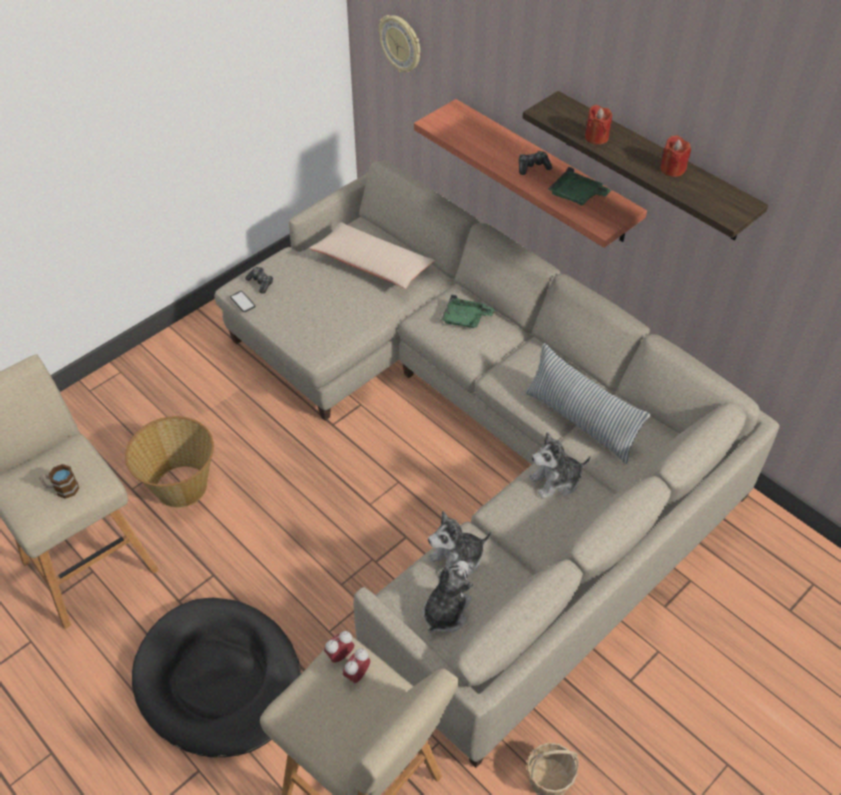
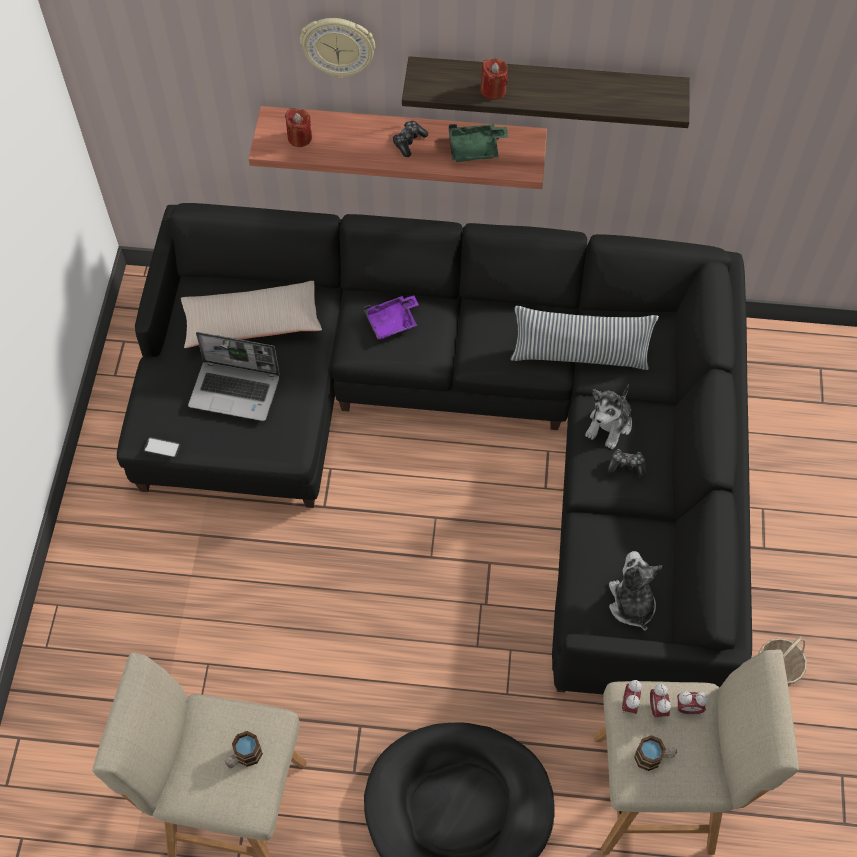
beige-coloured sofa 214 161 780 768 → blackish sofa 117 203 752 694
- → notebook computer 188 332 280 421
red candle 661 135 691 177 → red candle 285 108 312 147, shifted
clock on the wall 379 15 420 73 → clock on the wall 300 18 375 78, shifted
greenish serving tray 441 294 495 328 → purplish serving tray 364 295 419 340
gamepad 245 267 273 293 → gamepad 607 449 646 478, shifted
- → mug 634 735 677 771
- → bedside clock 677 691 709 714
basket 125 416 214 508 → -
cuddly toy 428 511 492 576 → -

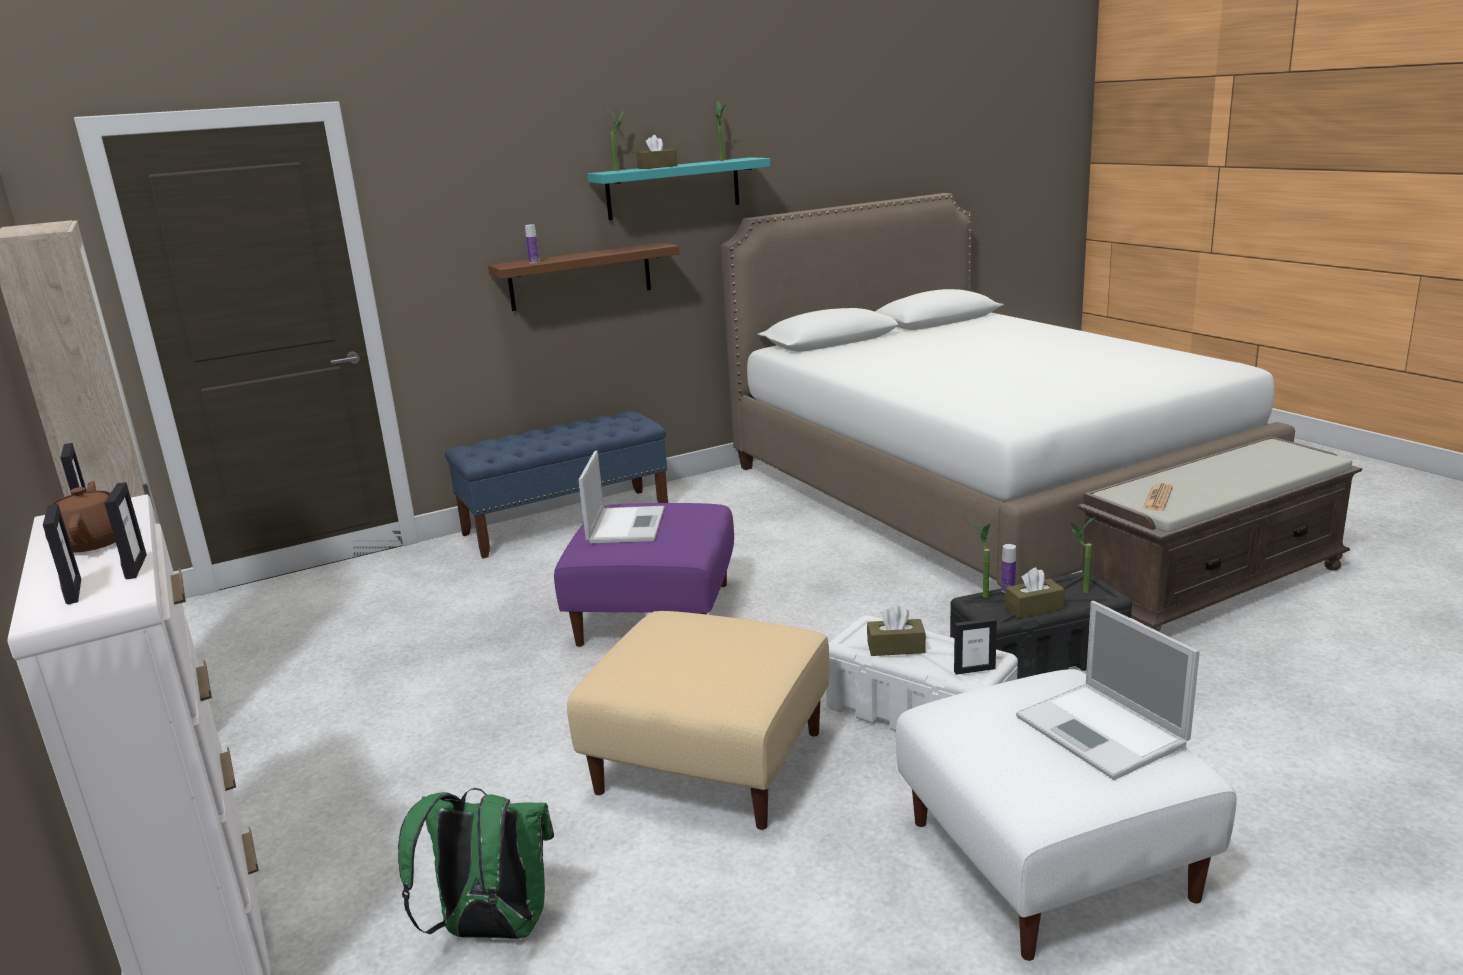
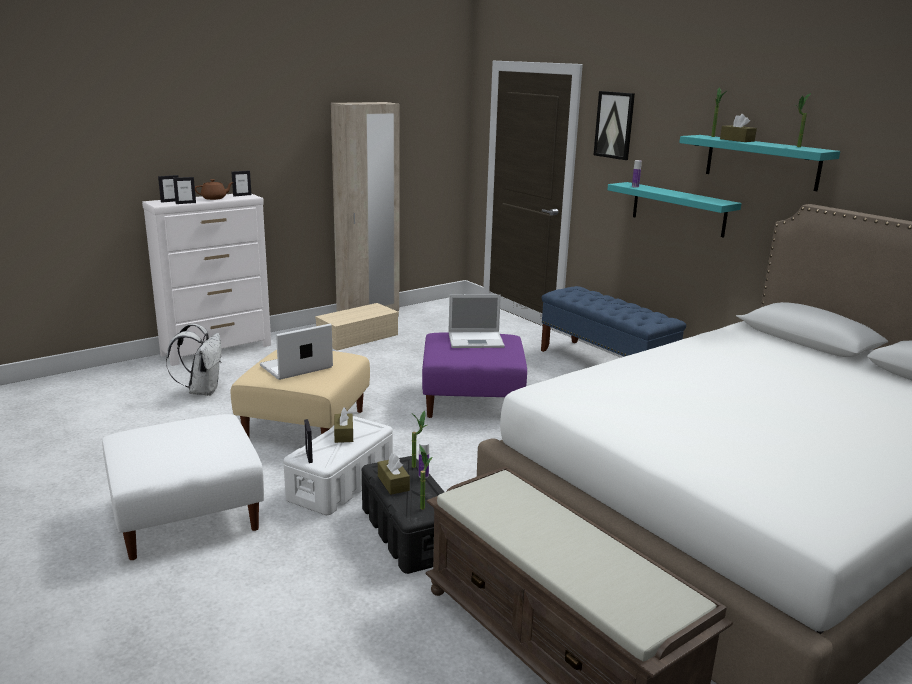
greenish rucksack 398 788 554 939 → white-coloured rucksack 166 324 221 396
notebook computer 1016 601 1200 780 → notebook computer 260 324 333 380, shifted
- → beige-coloured storage container 315 303 399 351
- → picture 594 91 635 160
brown wall shelf 488 242 680 311 → turquoise-coloured wall shelf 607 182 742 238
printed paper 1143 483 1173 511 → -

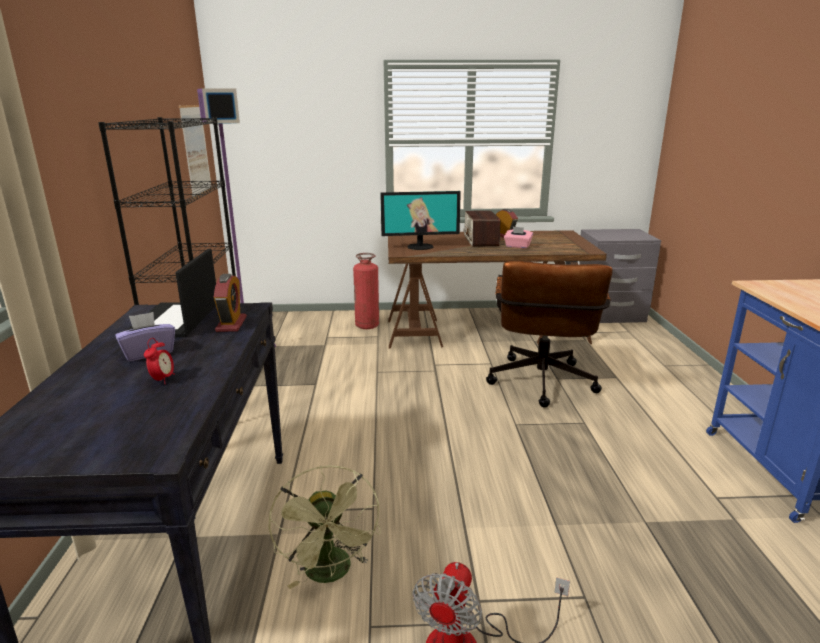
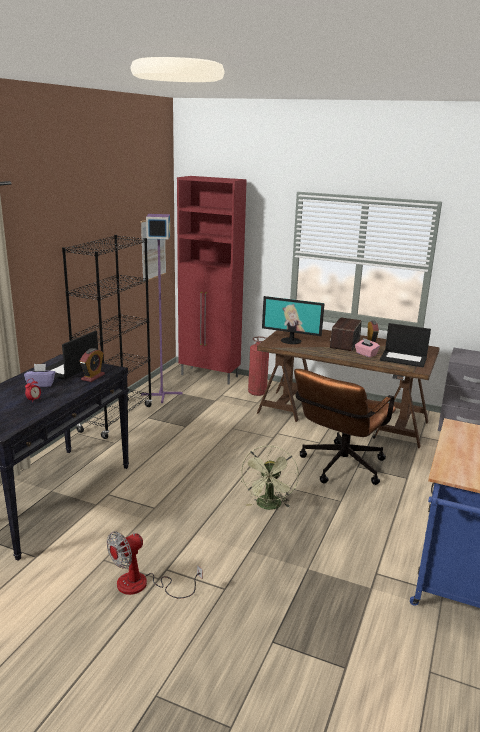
- → red cupboard 177 176 247 385
greenish fan 268 466 381 589 → greenish fan 241 446 299 510, shifted
- → notebook computer 380 323 431 367

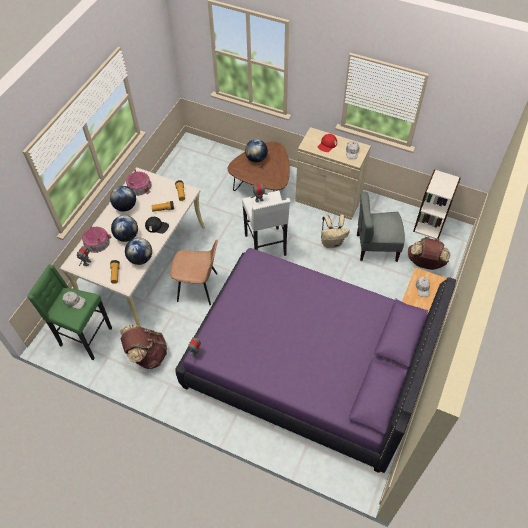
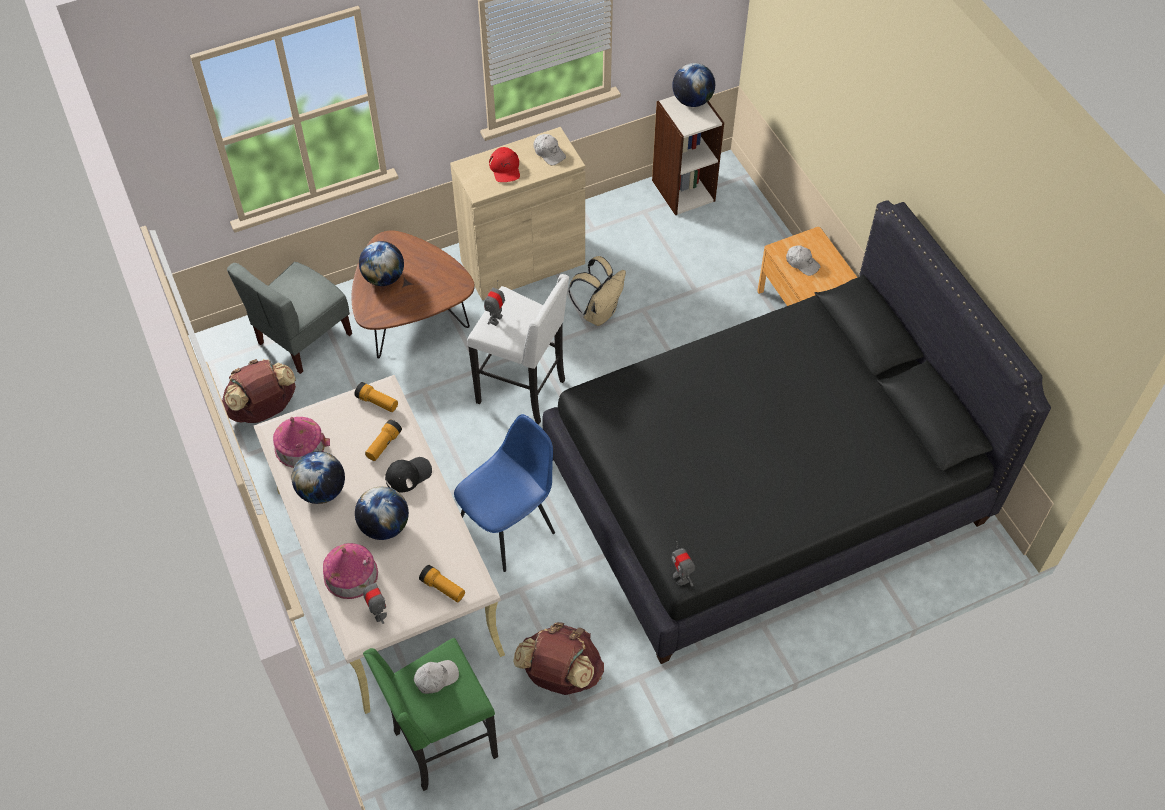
brown rucksack 407 237 450 270 → brown rucksack 222 359 296 423, shifted
grey upright chair 357 191 405 262 → grey upright chair 227 262 352 374, shifted
brown upright chair 170 240 218 306 → blue upright chair 454 414 555 572
purplish sleeping bed 175 248 456 473 → blackish sleeping bed 543 200 1051 664
desk globe 125 238 152 265 → desk globe 672 63 715 107, shifted

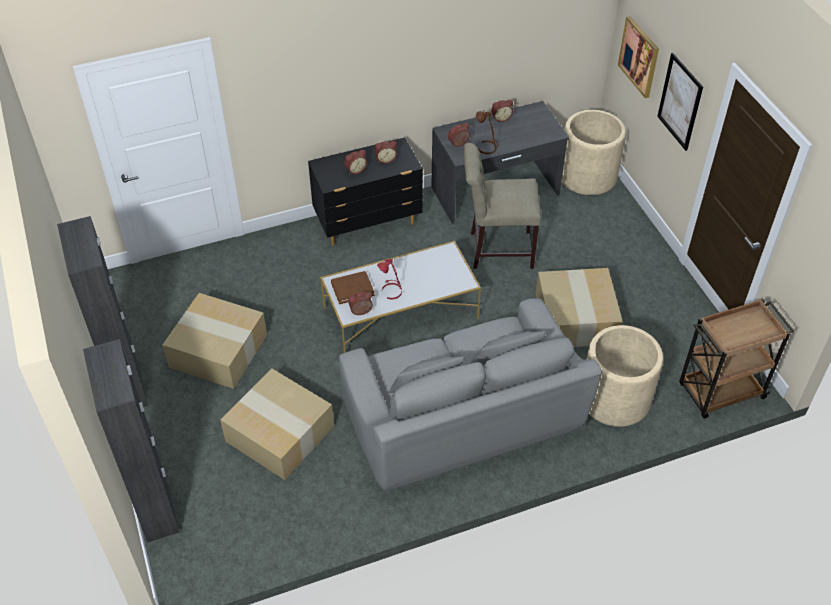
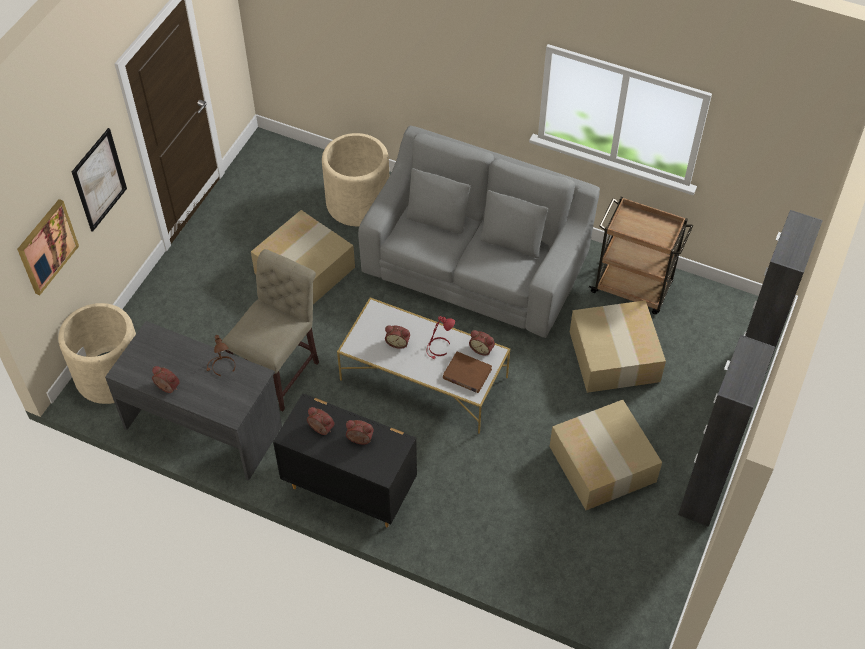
beige-coloured upright chair 464 143 541 269 → beige-coloured upright chair 222 249 319 412, 105 degrees counterclockwise
bedside clock 448 123 470 147 → bedside clock 385 325 410 349, shifted
brown trolley 679 299 794 419 → brown trolley 589 197 693 314, shifted

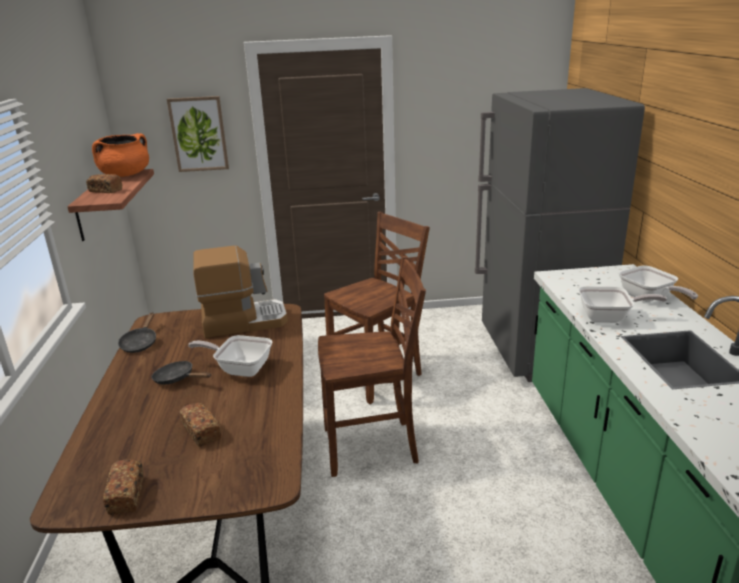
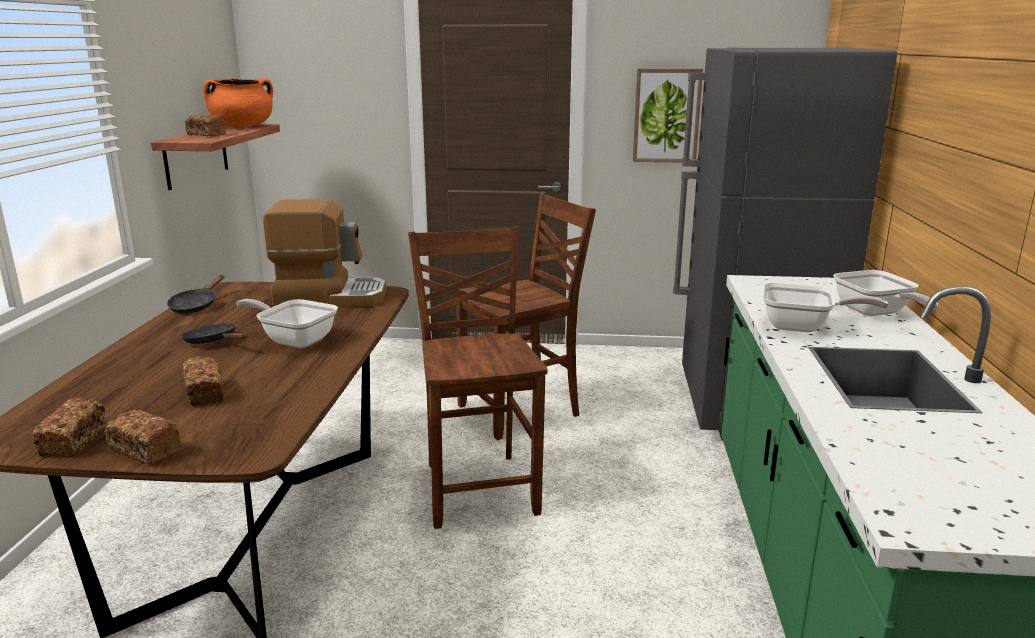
- → baked bread 105 410 181 464
brown upright chair 318 256 426 477 → brown upright chair 408 226 548 529, 105 degrees counterclockwise
picture 167 96 229 172 → picture 633 69 703 163, shifted

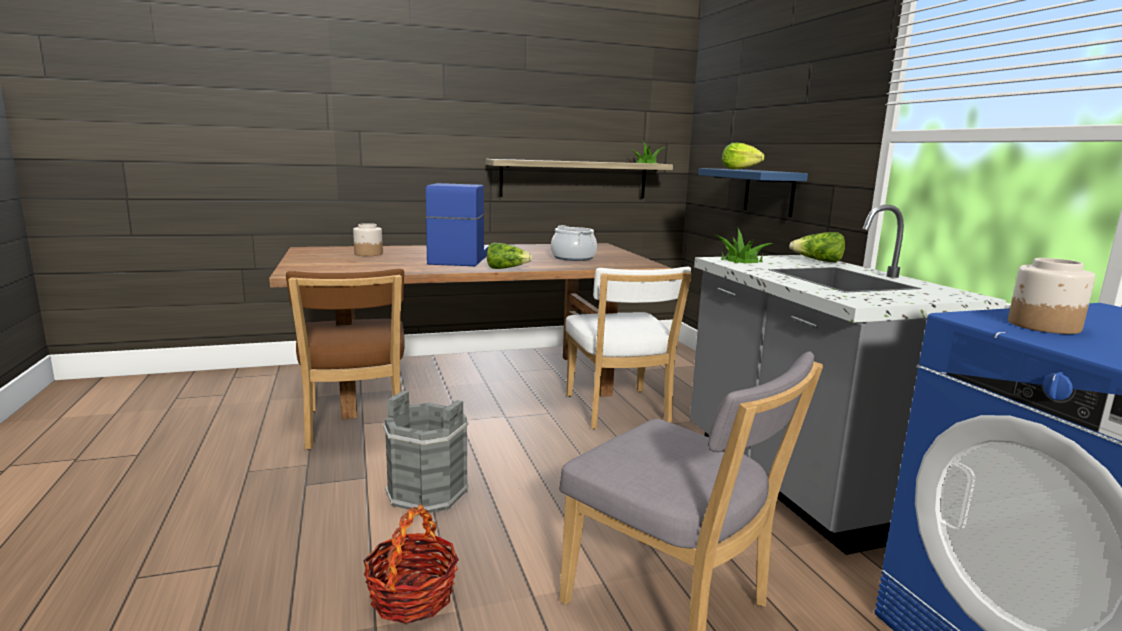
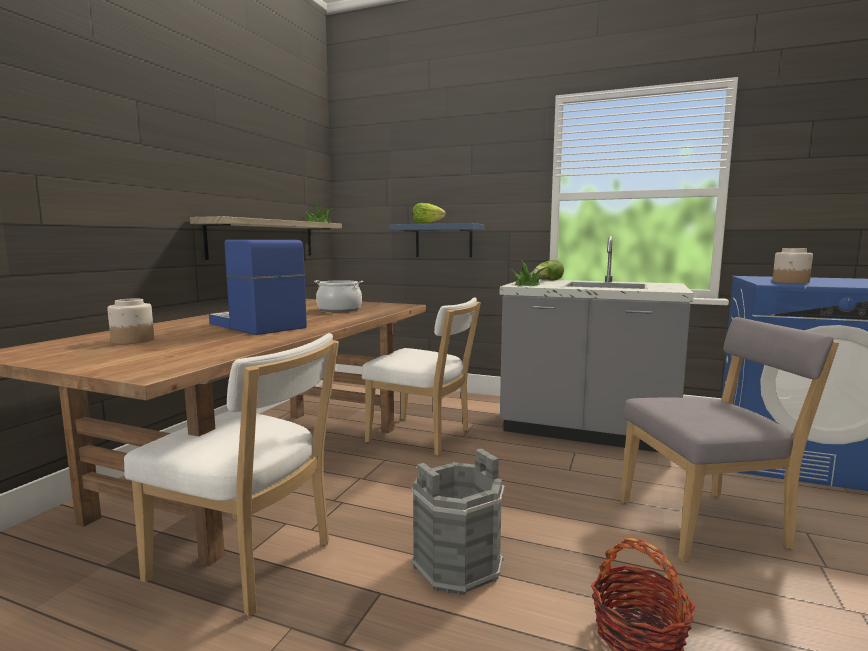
brown upright chair 286 269 405 450 → white-coloured upright chair 124 333 339 617
lettuce head 487 242 533 269 → -

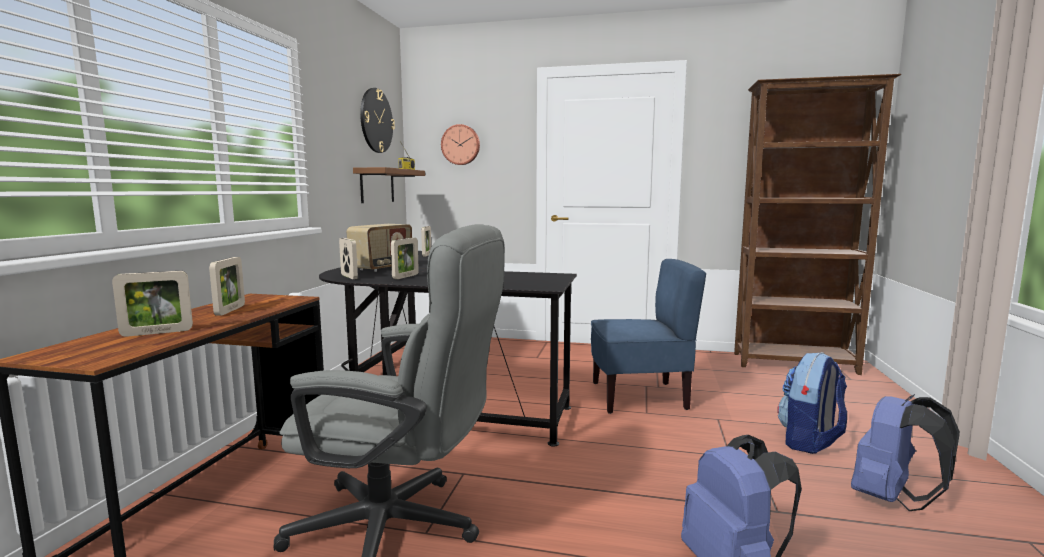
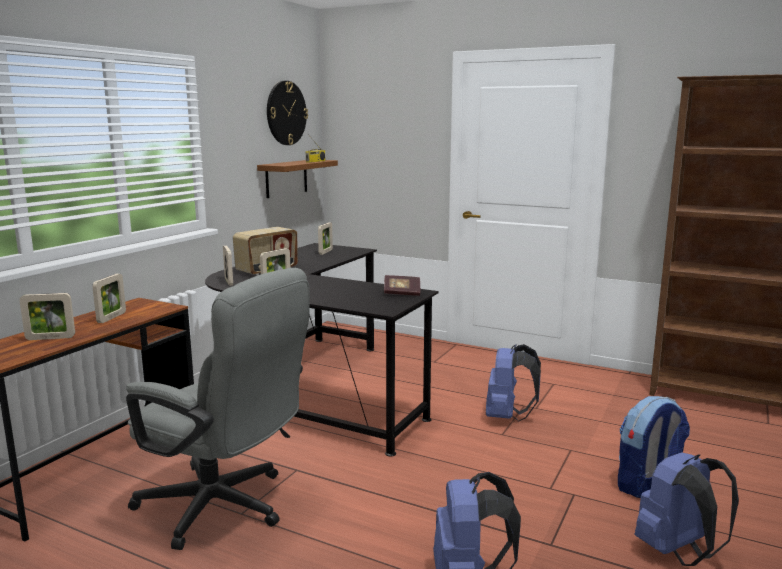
- → volume 384 275 420 296
blue upright chair 591 259 706 414 → blue rucksack 486 344 541 421
clock on the wall 441 124 480 165 → -

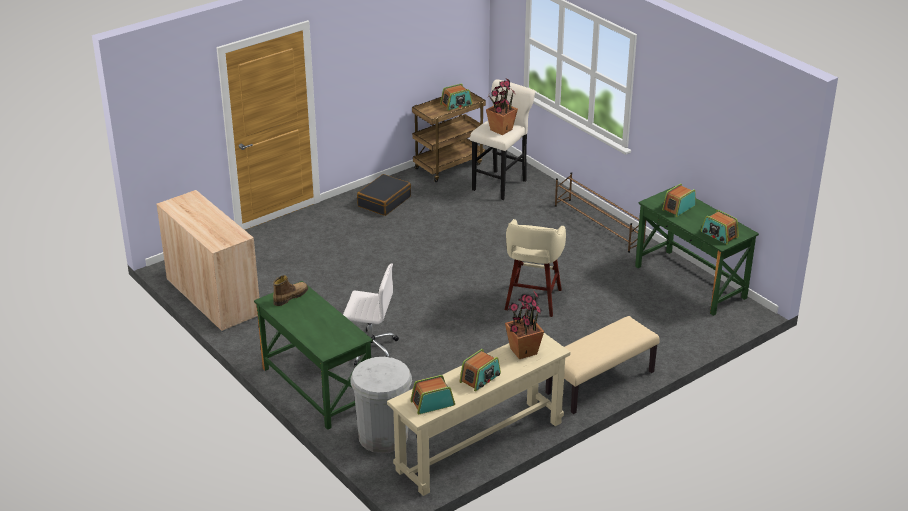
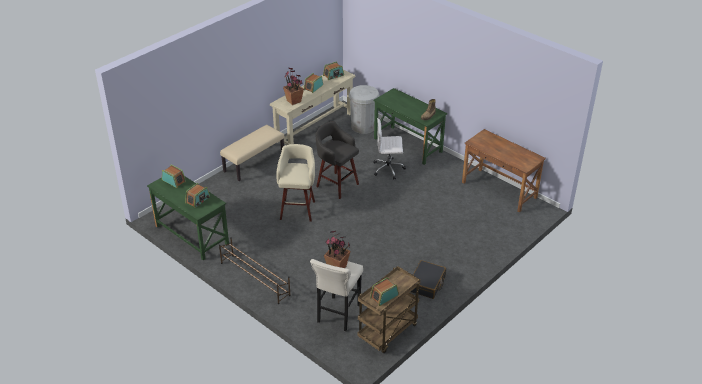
- → grey stool seat 316 121 359 199
beige-coloured cupboard 156 190 259 332 → brown desk unit 462 129 546 212

